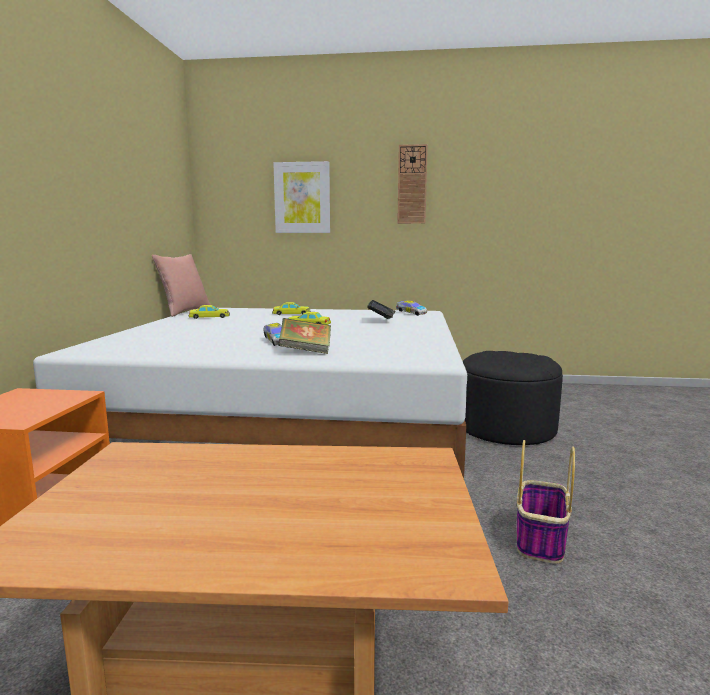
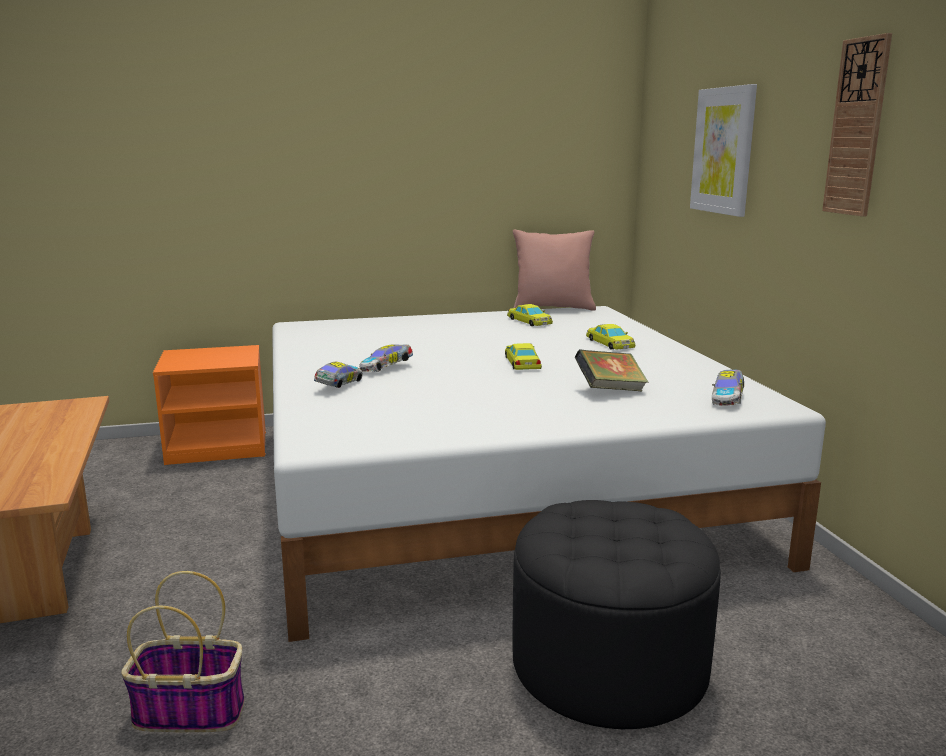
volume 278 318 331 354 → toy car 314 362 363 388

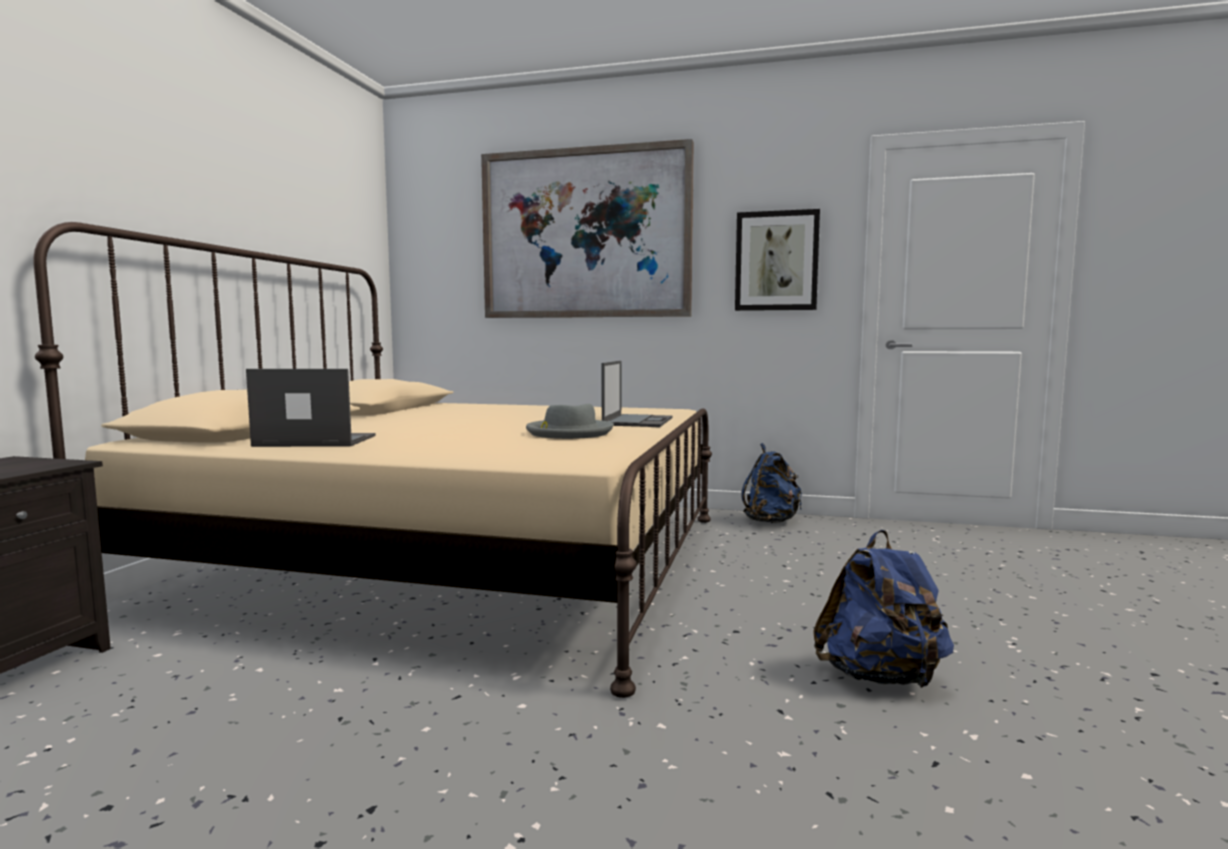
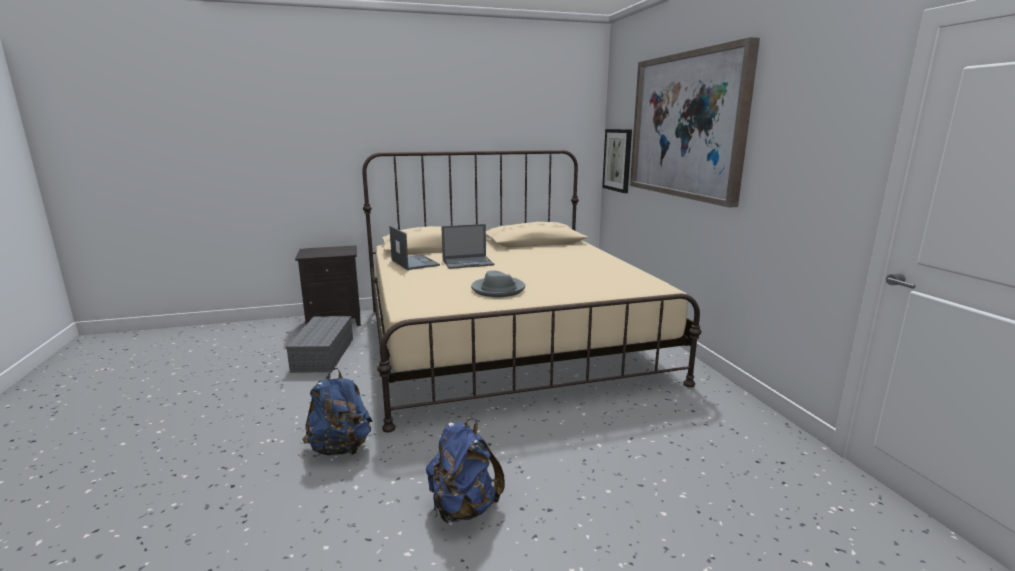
- → grey storage container 286 316 353 373
blue rucksack 741 443 802 523 → blue rucksack 302 368 372 455, shifted
notebook computer 602 361 672 427 → notebook computer 441 224 494 269, shifted
picture 735 209 820 311 → picture 602 129 632 193, shifted

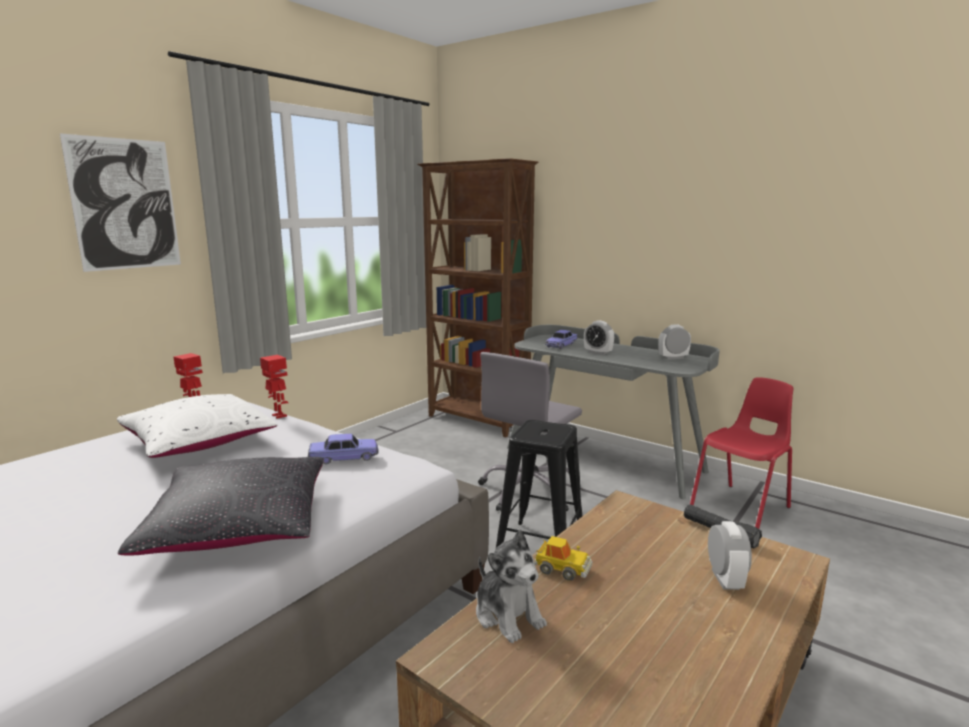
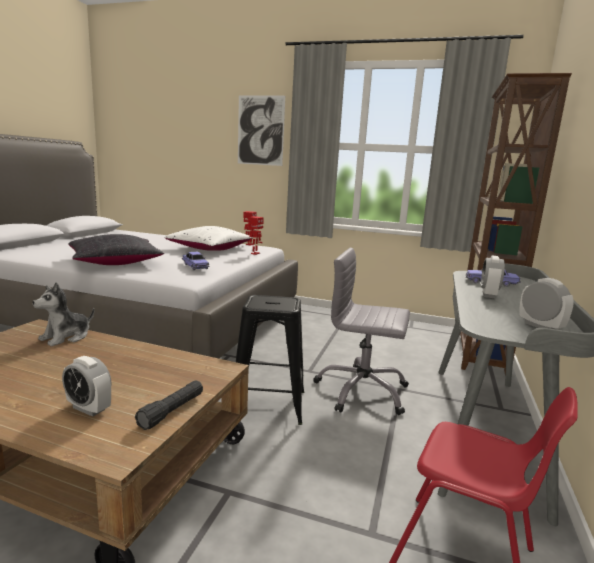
bedside clock 708 521 752 590 → bedside clock 62 356 111 417, 45 degrees clockwise
toy car 535 536 592 581 → -

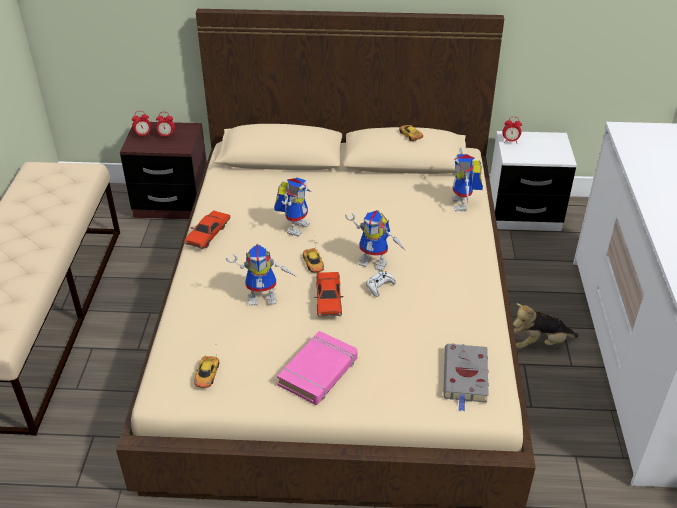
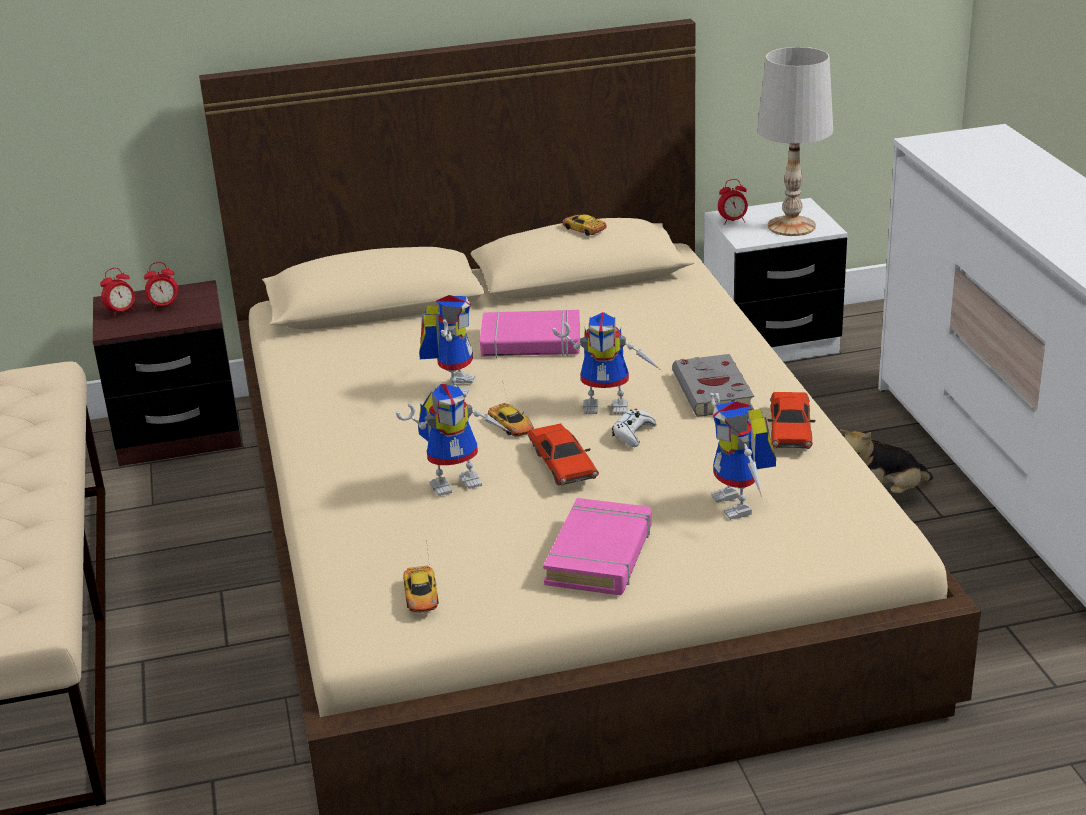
- → pink-coloured volume 480 310 580 358
grey volume 443 343 489 412 → grey volume 672 354 754 417, shifted
toy robot 452 148 483 211 → toy robot 710 393 776 520, shifted
- → white-coloured table lamp 757 47 833 236
red toy car 183 210 231 249 → red toy car 767 392 816 449, shifted

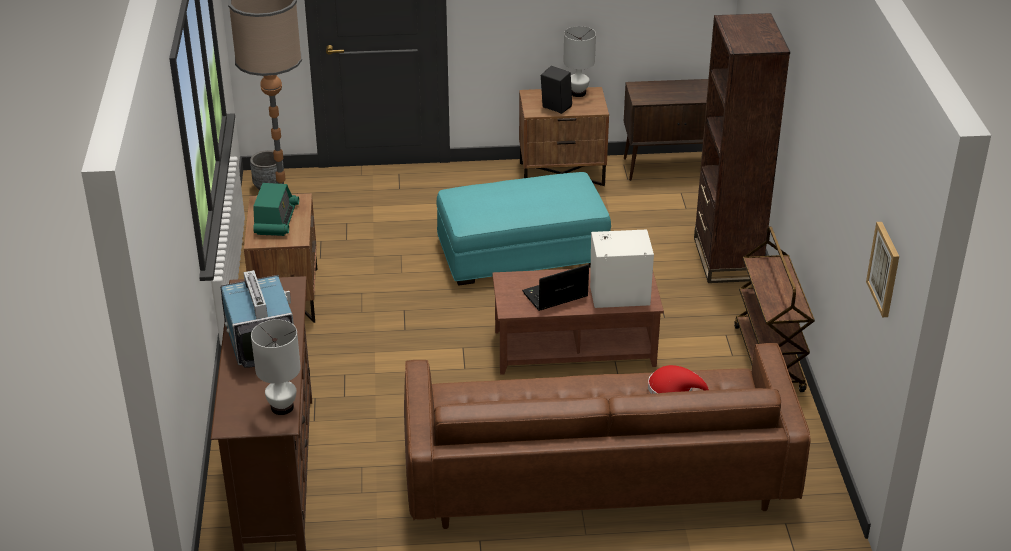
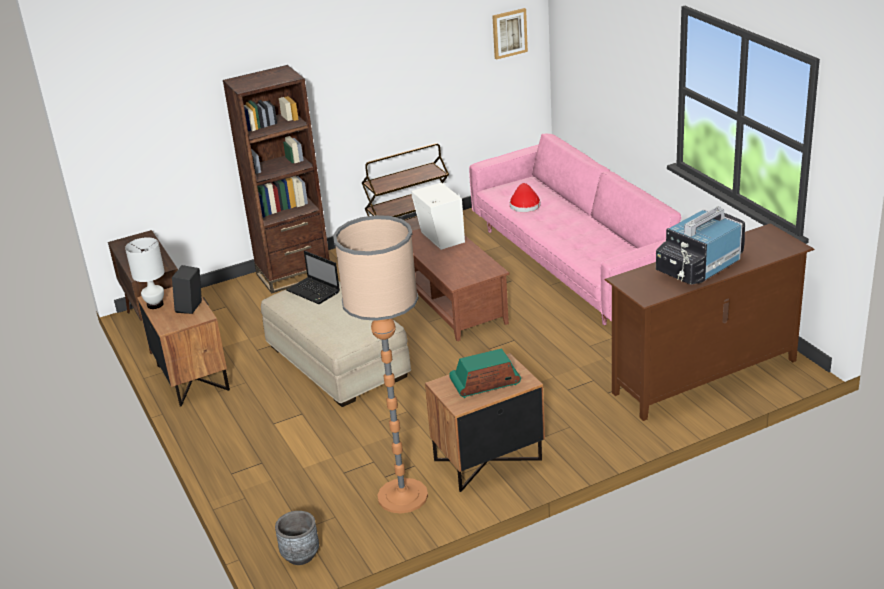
turquoise-coloured pouffe 436 172 611 285 → beige-coloured pouffe 261 281 411 407
notebook computer 522 265 589 311 → notebook computer 286 251 340 304, shifted
brown sofa 404 343 811 529 → pink-coloured sofa 469 134 681 325
white-coloured table lamp 251 320 301 415 → -

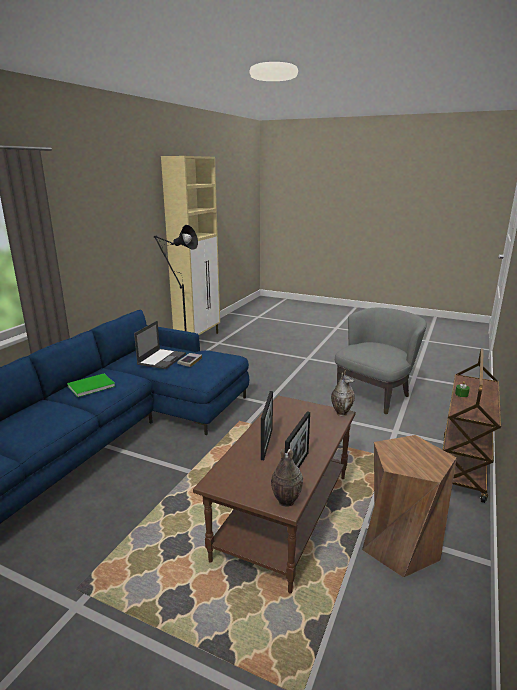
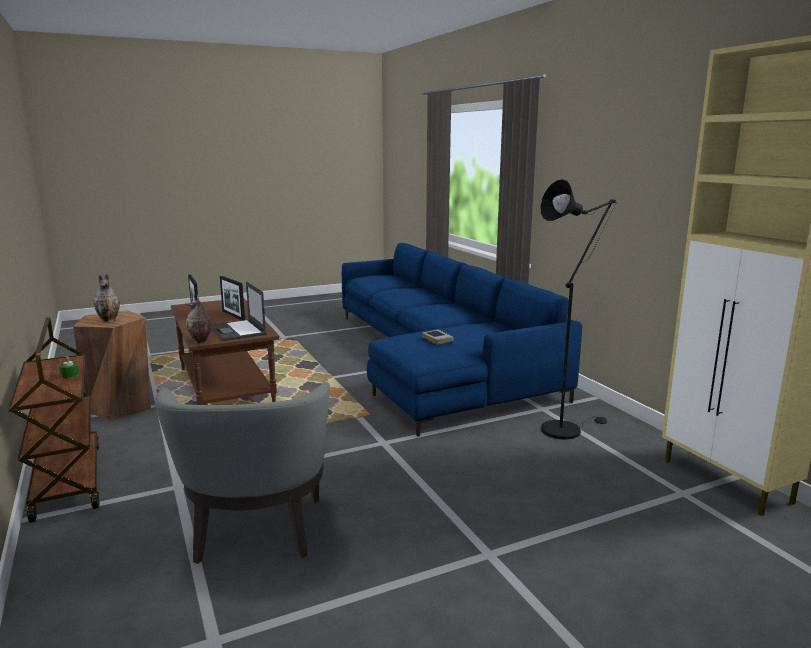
decorative vase 271 449 303 507 → decorative vase 93 274 120 323, shifted
notebook computer 134 321 186 369 → notebook computer 211 281 266 341, shifted
greenish volume 67 374 115 397 → -

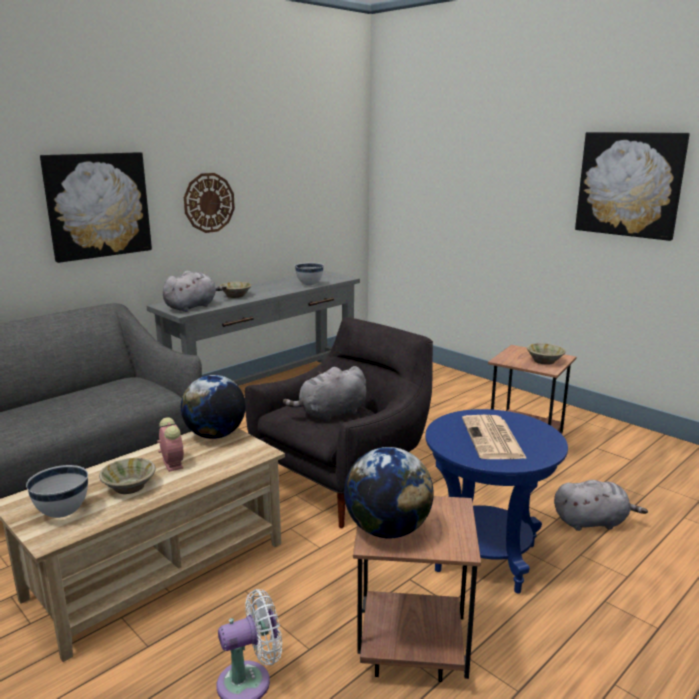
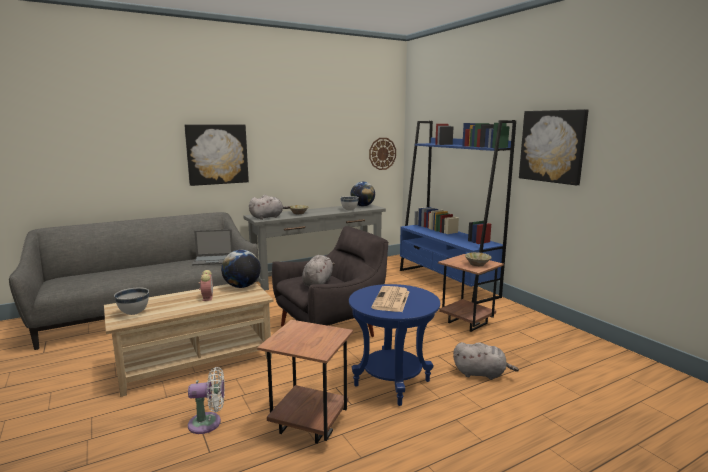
- → notebook computer 192 229 233 265
grey cuddly toy 283 366 366 422 → grey cuddly toy 302 255 335 287, 120 degrees clockwise
desk globe 344 447 434 538 → desk globe 351 182 375 207, shifted
clock on the wall 184 173 235 233 → clock on the wall 369 138 396 170, shifted
- → blue bookcase 400 120 516 304
beige-coloured deep dish 99 458 156 494 → -

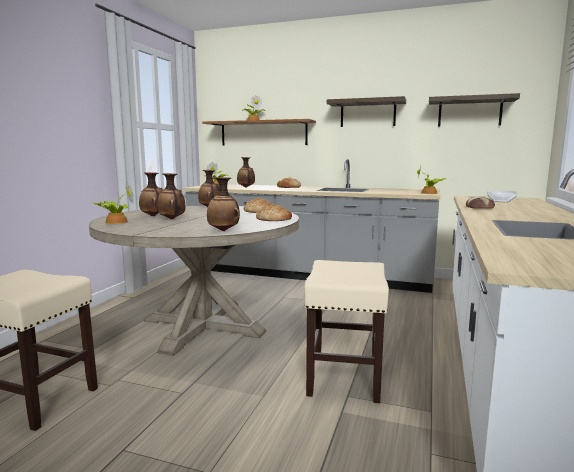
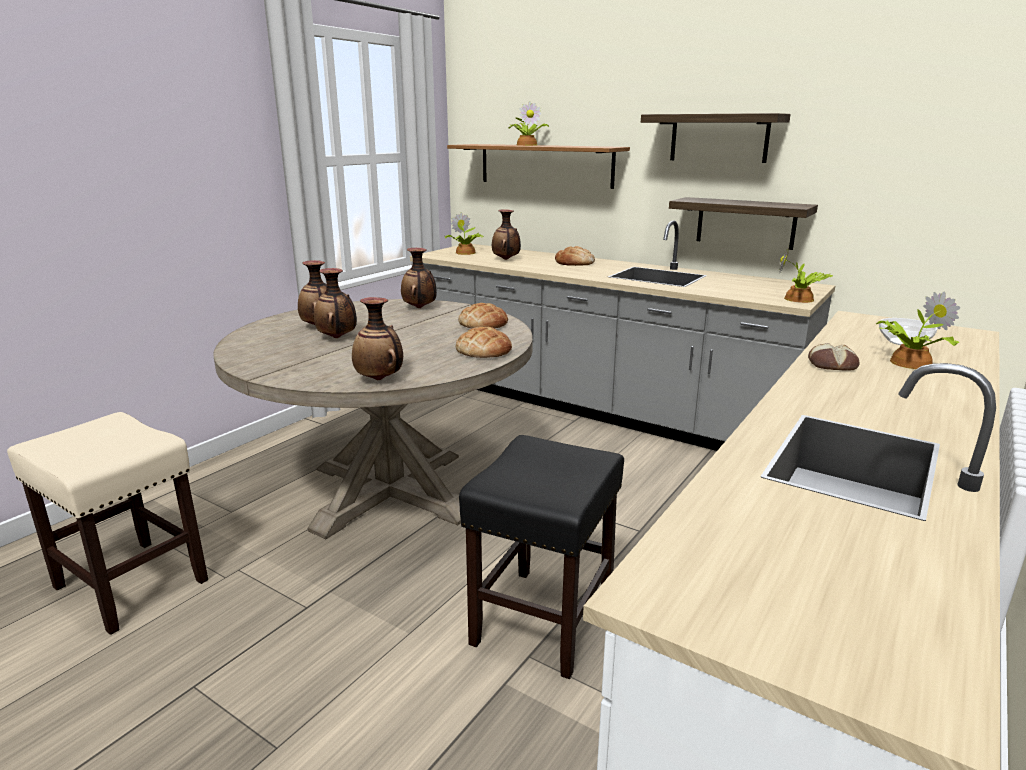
beige-coloured stool seat 304 260 389 403 → blackish stool seat 459 435 624 679
wall shelf 429 93 520 127 → wall shelf 669 197 818 250, shifted
potted plant 93 182 134 224 → potted plant 875 291 960 369, shifted

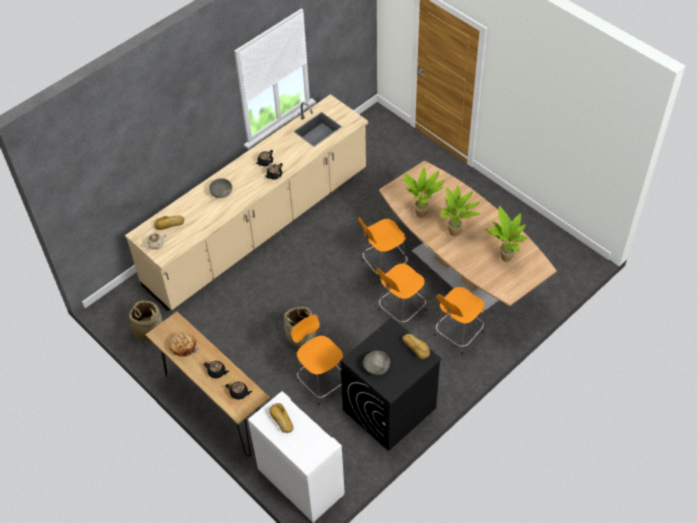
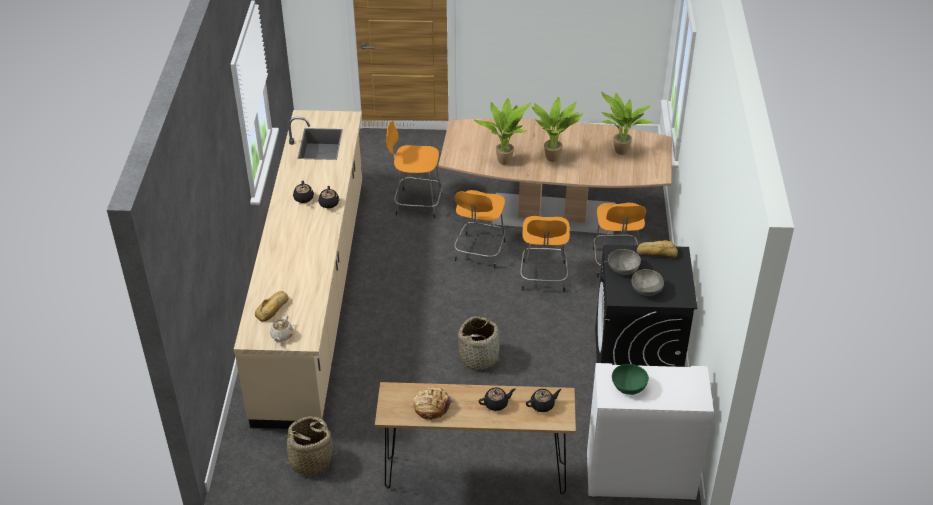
orange-coloured stool seat 291 315 343 405 → orange-coloured stool seat 386 120 443 219, shifted
grey deep dish 209 178 232 198 → grey deep dish 608 249 641 275, shifted
baked bread 269 403 293 433 → greenish deep dish 612 364 649 395

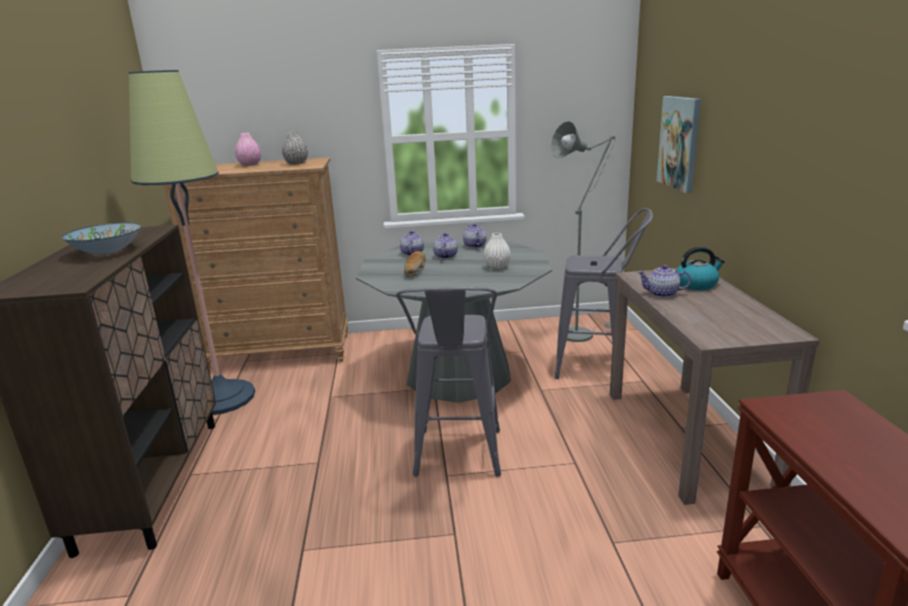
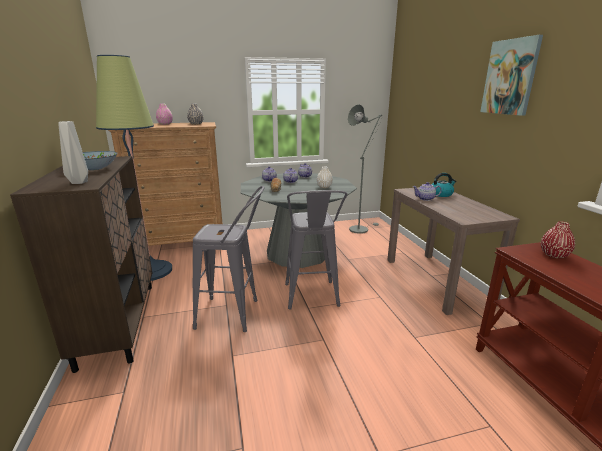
- → grey decorative vase 58 121 88 184
grey stool seat 555 208 653 379 → grey stool seat 193 186 264 332, shifted
picture 657 96 701 193 → picture 480 35 543 116, shifted
- → red decorative vase 541 221 575 258

